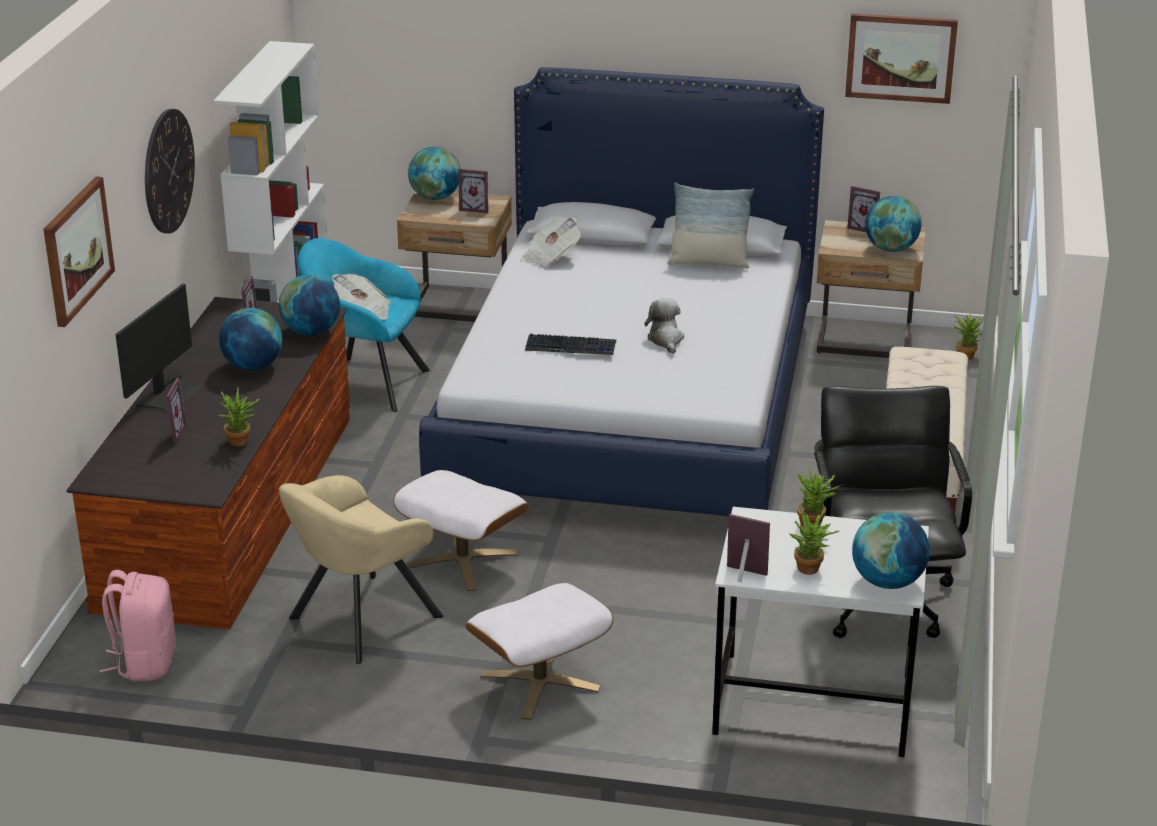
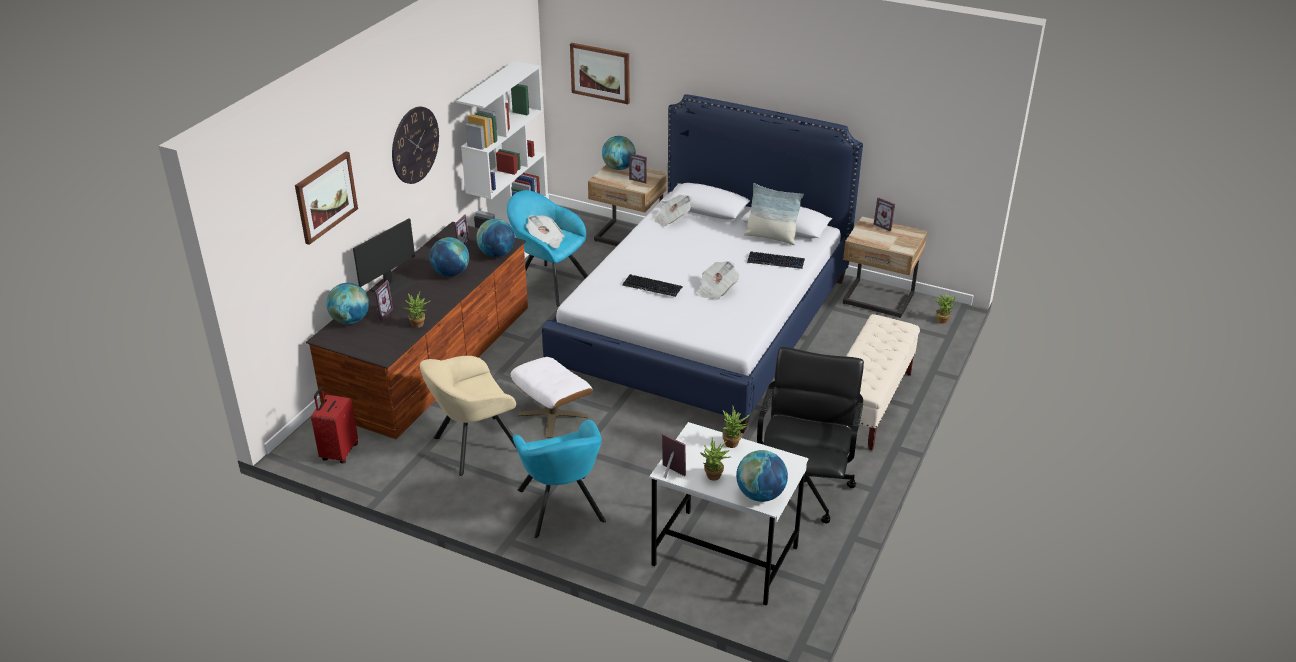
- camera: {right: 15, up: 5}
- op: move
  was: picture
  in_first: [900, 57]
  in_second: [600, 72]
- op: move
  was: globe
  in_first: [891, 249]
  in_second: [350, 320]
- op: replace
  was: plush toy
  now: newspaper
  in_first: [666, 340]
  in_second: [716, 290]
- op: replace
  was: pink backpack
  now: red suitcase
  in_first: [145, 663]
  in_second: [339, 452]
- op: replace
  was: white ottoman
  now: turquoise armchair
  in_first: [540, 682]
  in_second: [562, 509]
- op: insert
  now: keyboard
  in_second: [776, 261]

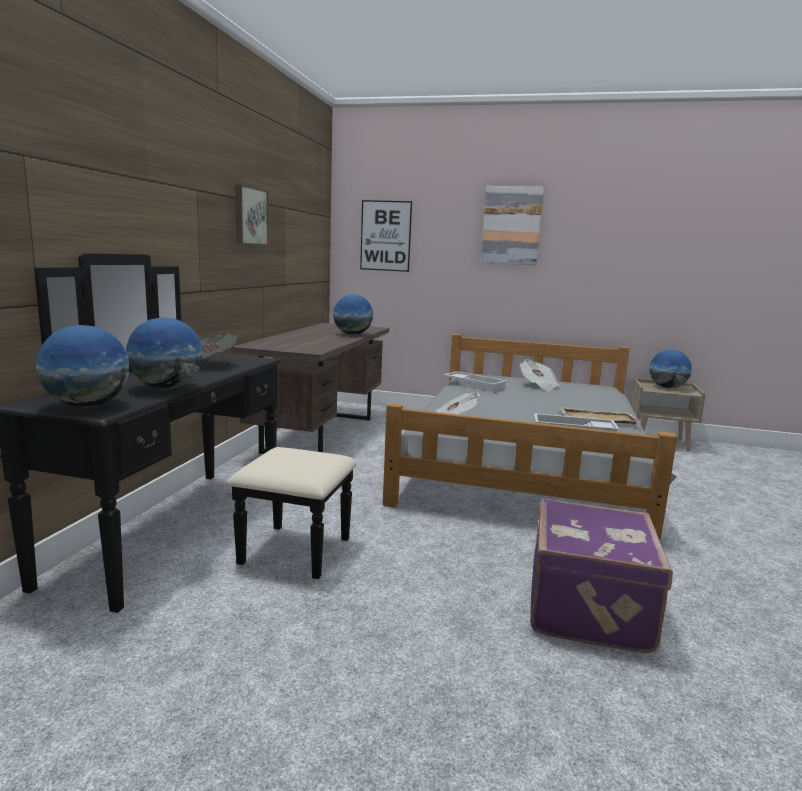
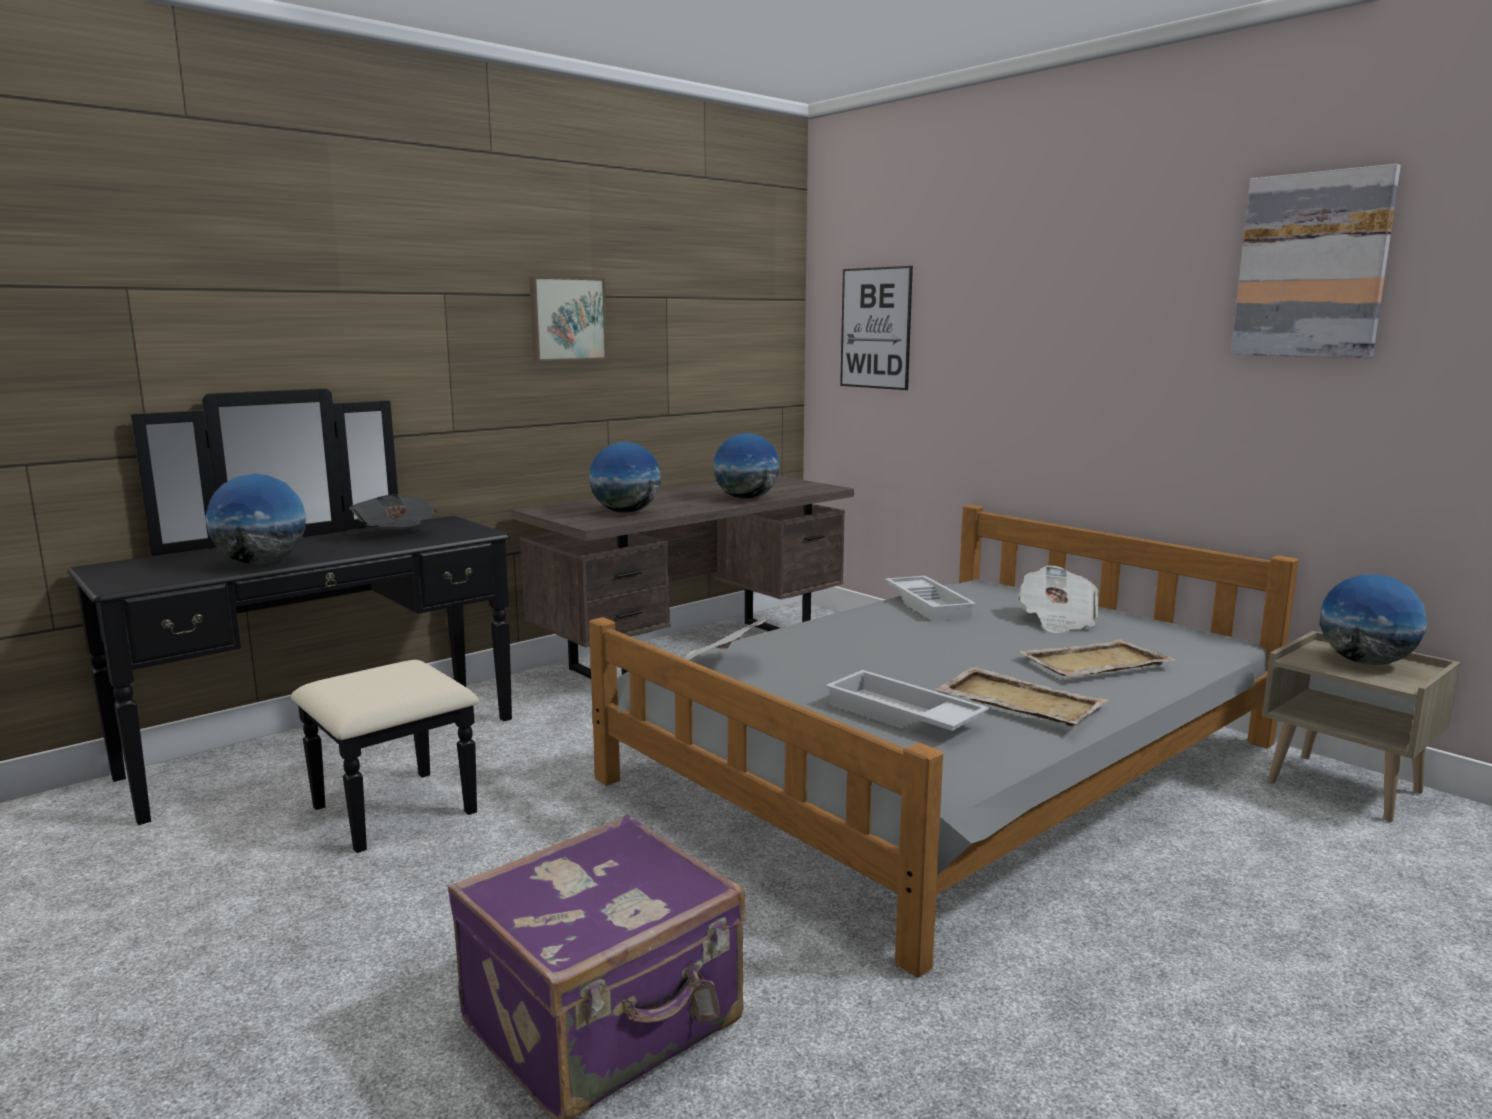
- camera: {right: 35, up: 0}
- op: move
  was: picture
  in_first: [511, 226]
  in_second: [1312, 266]
- op: move
  was: globe
  in_first: [88, 406]
  in_second: [626, 512]
- op: insert
  now: beige tray
  in_second: [1093, 663]

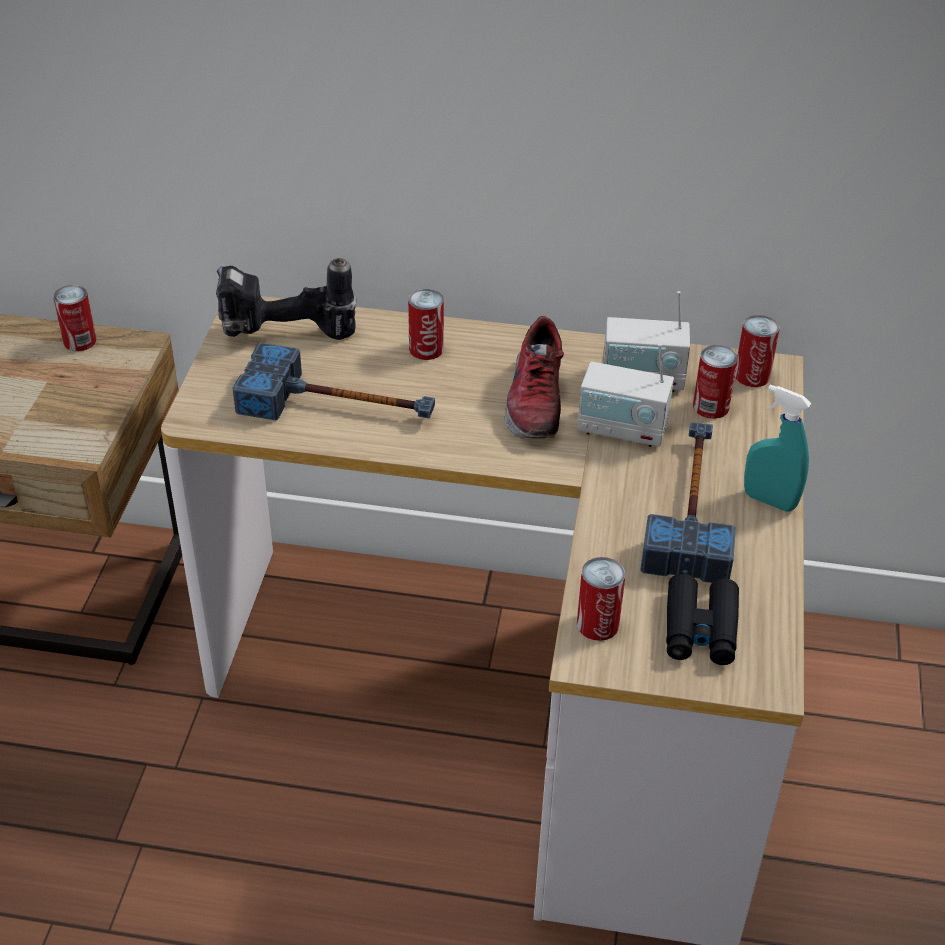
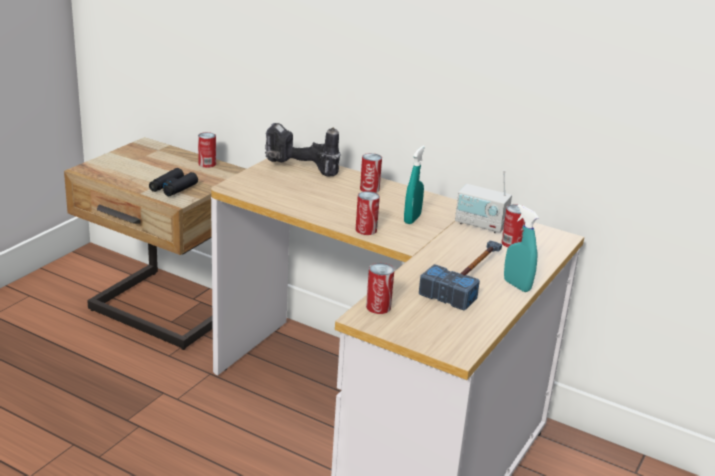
- camera: {right: 20, up: -15}
- op: move
  was: can
  in_first: [752, 376]
  in_second: [366, 230]
- op: replace
  was: shoe
  now: turquoise spray bottle
  in_first: [533, 400]
  in_second: [412, 219]
- op: delete
  was: hammer
  in_first: [339, 406]
- op: delete
  was: radio
  in_first: [622, 429]
- op: move
  was: black binoculars
  in_first: [700, 629]
  in_second: [173, 188]

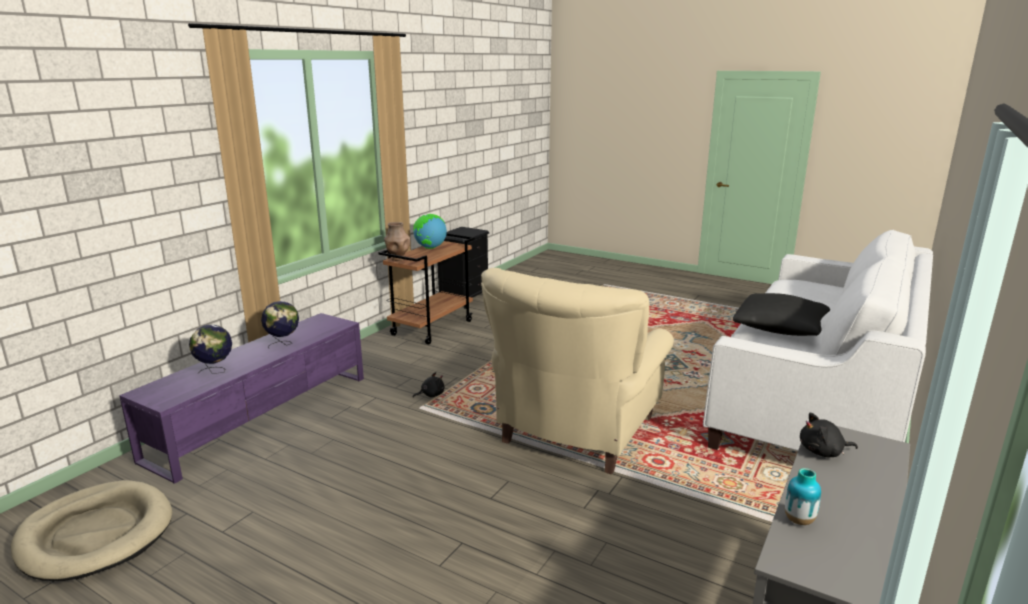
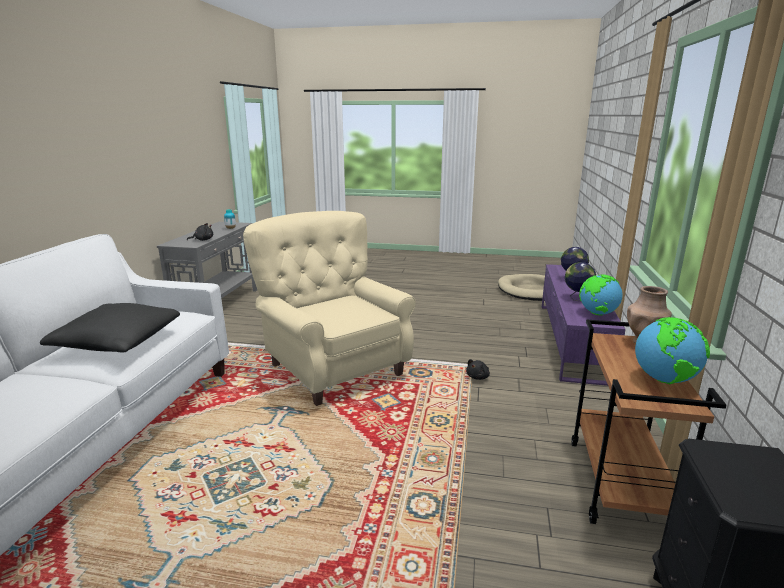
- camera: {right: 160, up: 0}
- op: rotate
  was: beige armchair
  in_first: [575, 433]
  in_second: [333, 367]
  clockwise: -45
- op: insert
  now: globe
  in_second: [597, 314]

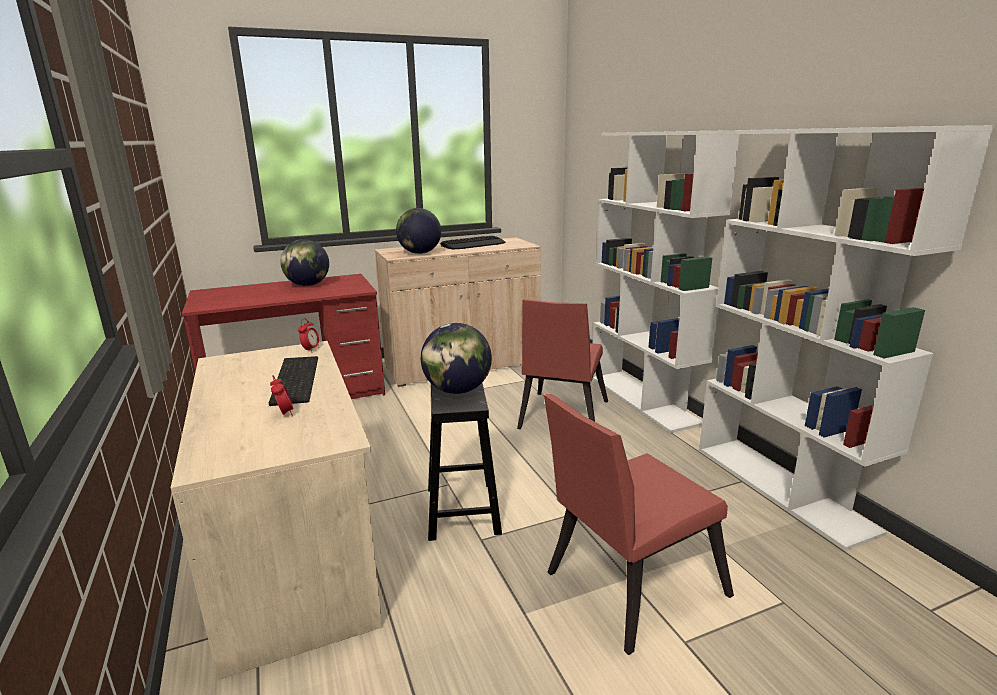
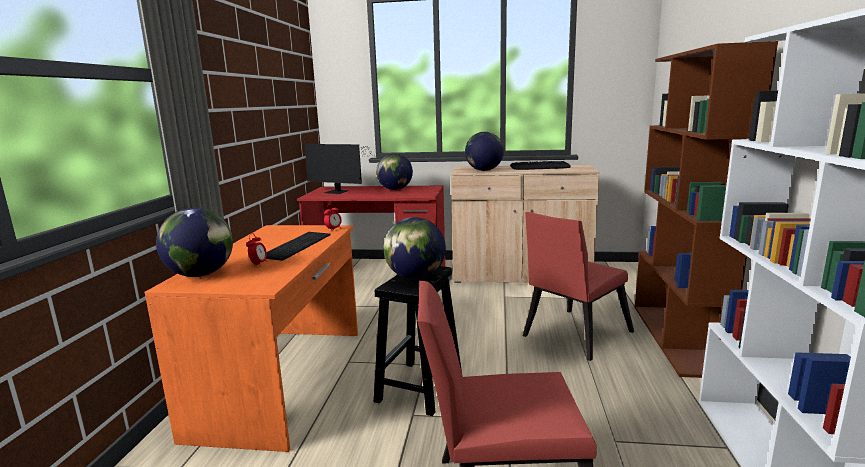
- camera: {right: 30, up: -5}
- op: recolor
  was: white bookcase
  now: brown bookcase
  in_first: [643, 399]
  in_second: [676, 338]
- op: recolor
  was: beige desk
  now: orange desk
  in_first: [295, 551]
  in_second: [285, 379]
- op: insert
  now: monitor
  in_second: [338, 192]
- op: insert
  now: globe
  in_second: [201, 274]

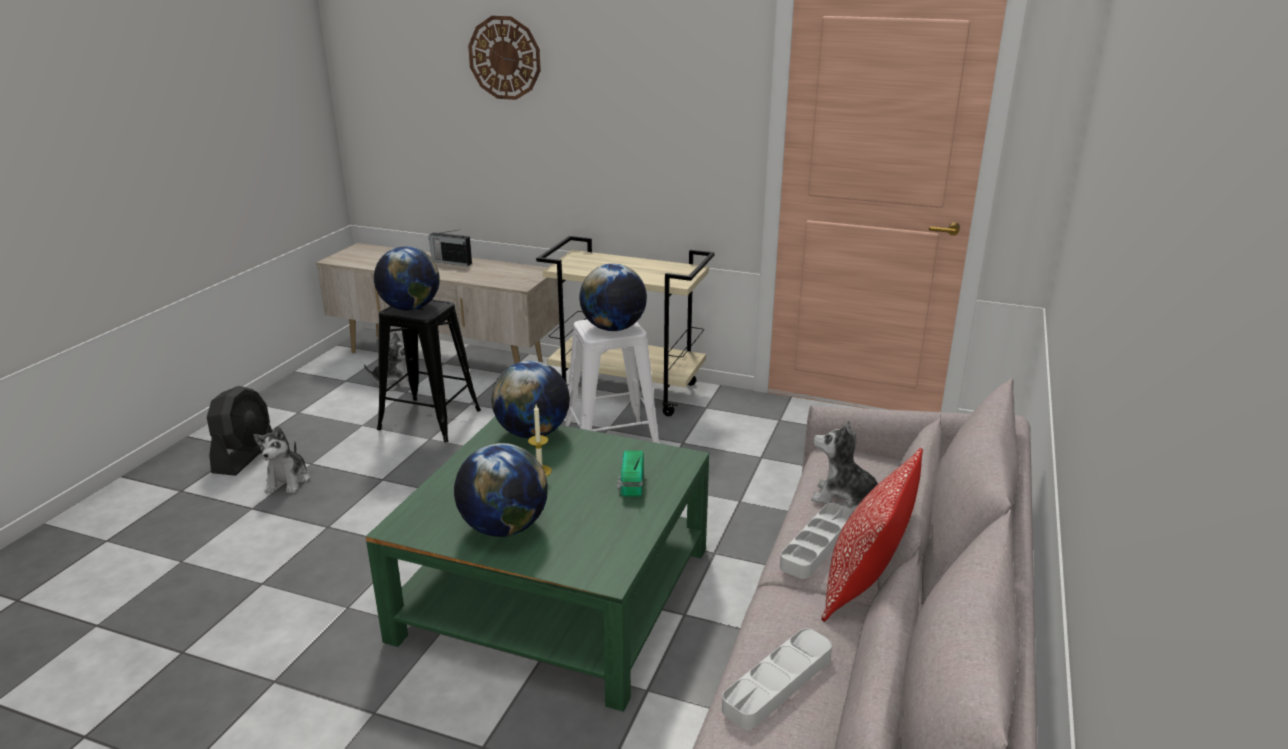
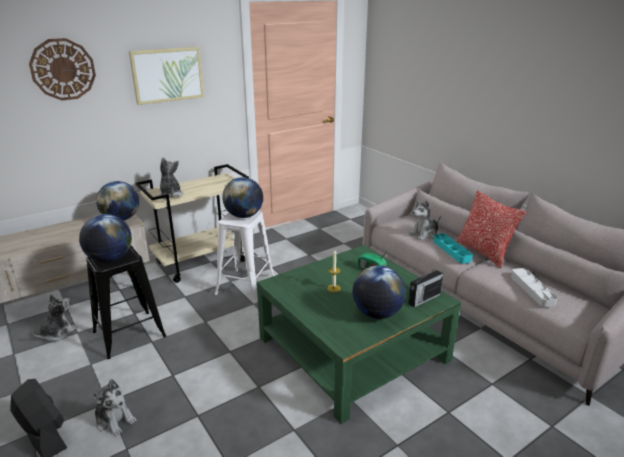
- camera: {right: -55, up: 0}
- op: move
  was: radio
  in_first: [451, 262]
  in_second: [423, 299]
- op: move
  was: globe
  in_first: [533, 433]
  in_second: [121, 219]
- op: recolor
  was: grey tray
  now: turquoise tray
  in_first: [817, 545]
  in_second: [451, 250]
- op: insert
  now: picture
  in_second: [167, 75]
- op: insert
  now: plush toy
  in_second: [170, 195]

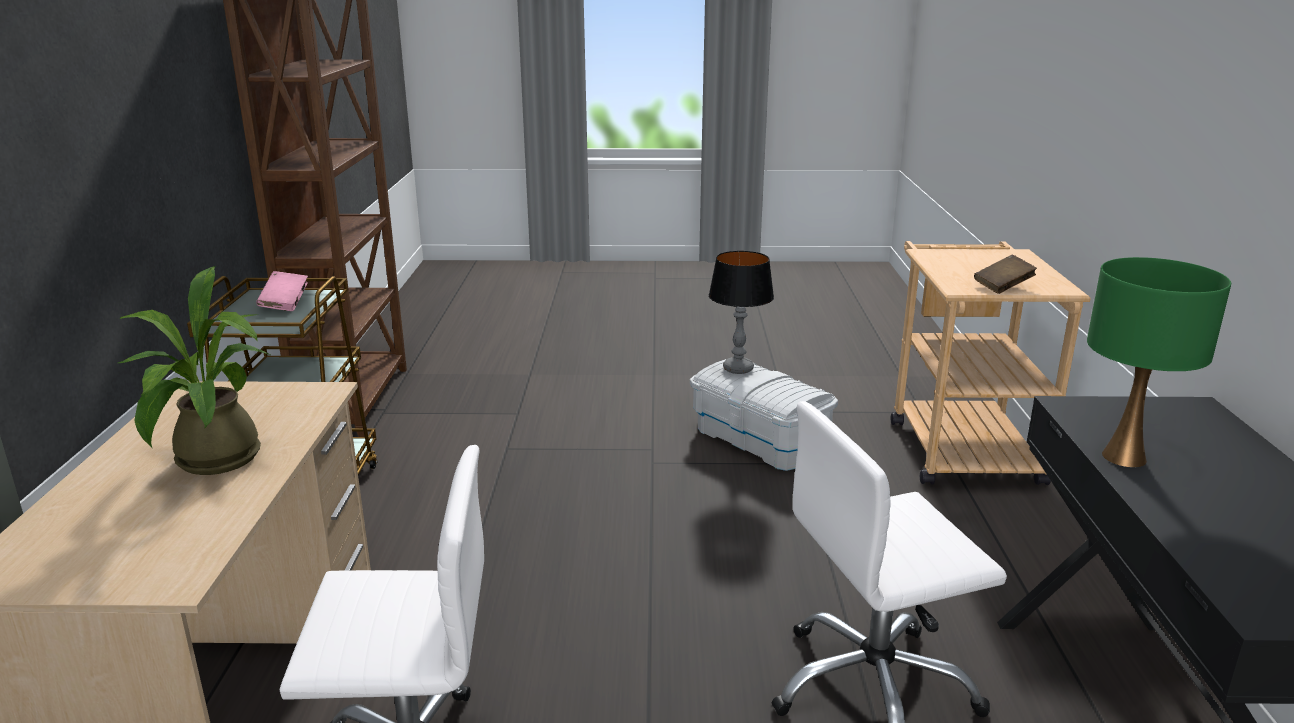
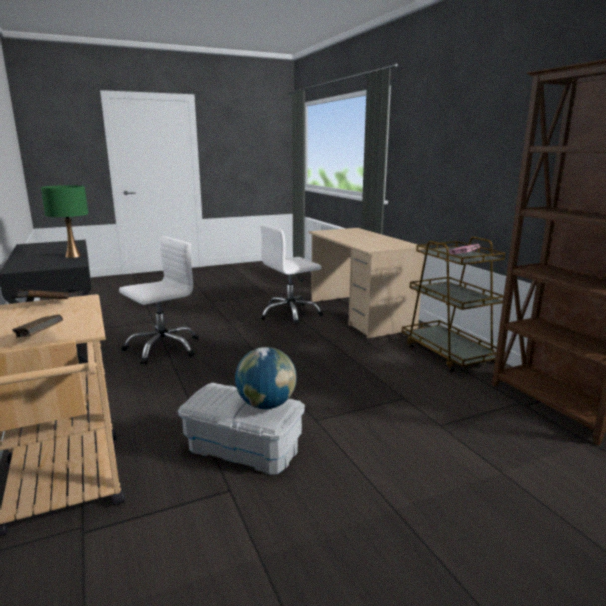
- camera: {right: 155, up: -5}
- op: replace
  was: table lamp
  now: globe
  in_first: [737, 368]
  in_second: [266, 405]
- op: delete
  was: potted plant
  in_first: [211, 463]
- op: insert
  now: brown book
  in_second: [39, 338]

